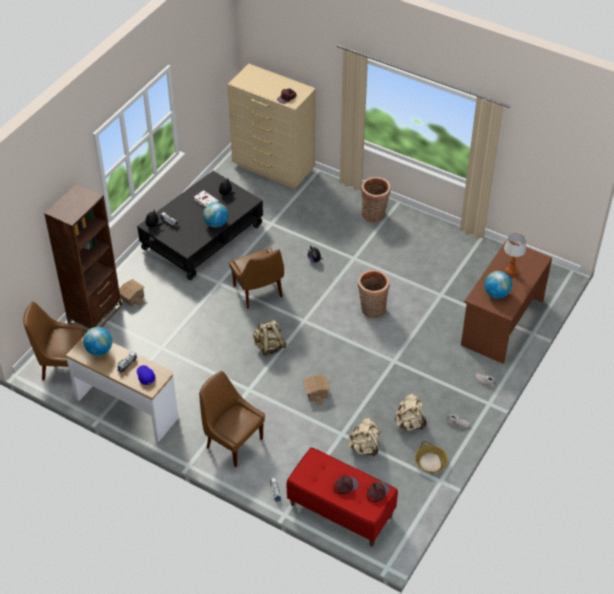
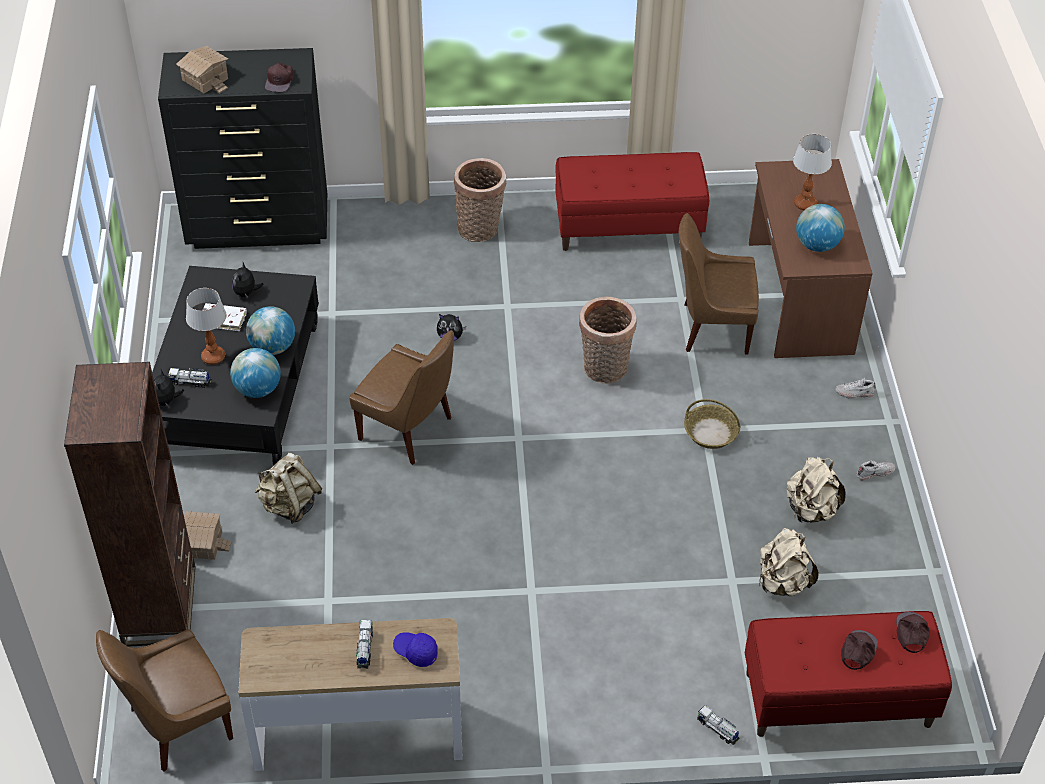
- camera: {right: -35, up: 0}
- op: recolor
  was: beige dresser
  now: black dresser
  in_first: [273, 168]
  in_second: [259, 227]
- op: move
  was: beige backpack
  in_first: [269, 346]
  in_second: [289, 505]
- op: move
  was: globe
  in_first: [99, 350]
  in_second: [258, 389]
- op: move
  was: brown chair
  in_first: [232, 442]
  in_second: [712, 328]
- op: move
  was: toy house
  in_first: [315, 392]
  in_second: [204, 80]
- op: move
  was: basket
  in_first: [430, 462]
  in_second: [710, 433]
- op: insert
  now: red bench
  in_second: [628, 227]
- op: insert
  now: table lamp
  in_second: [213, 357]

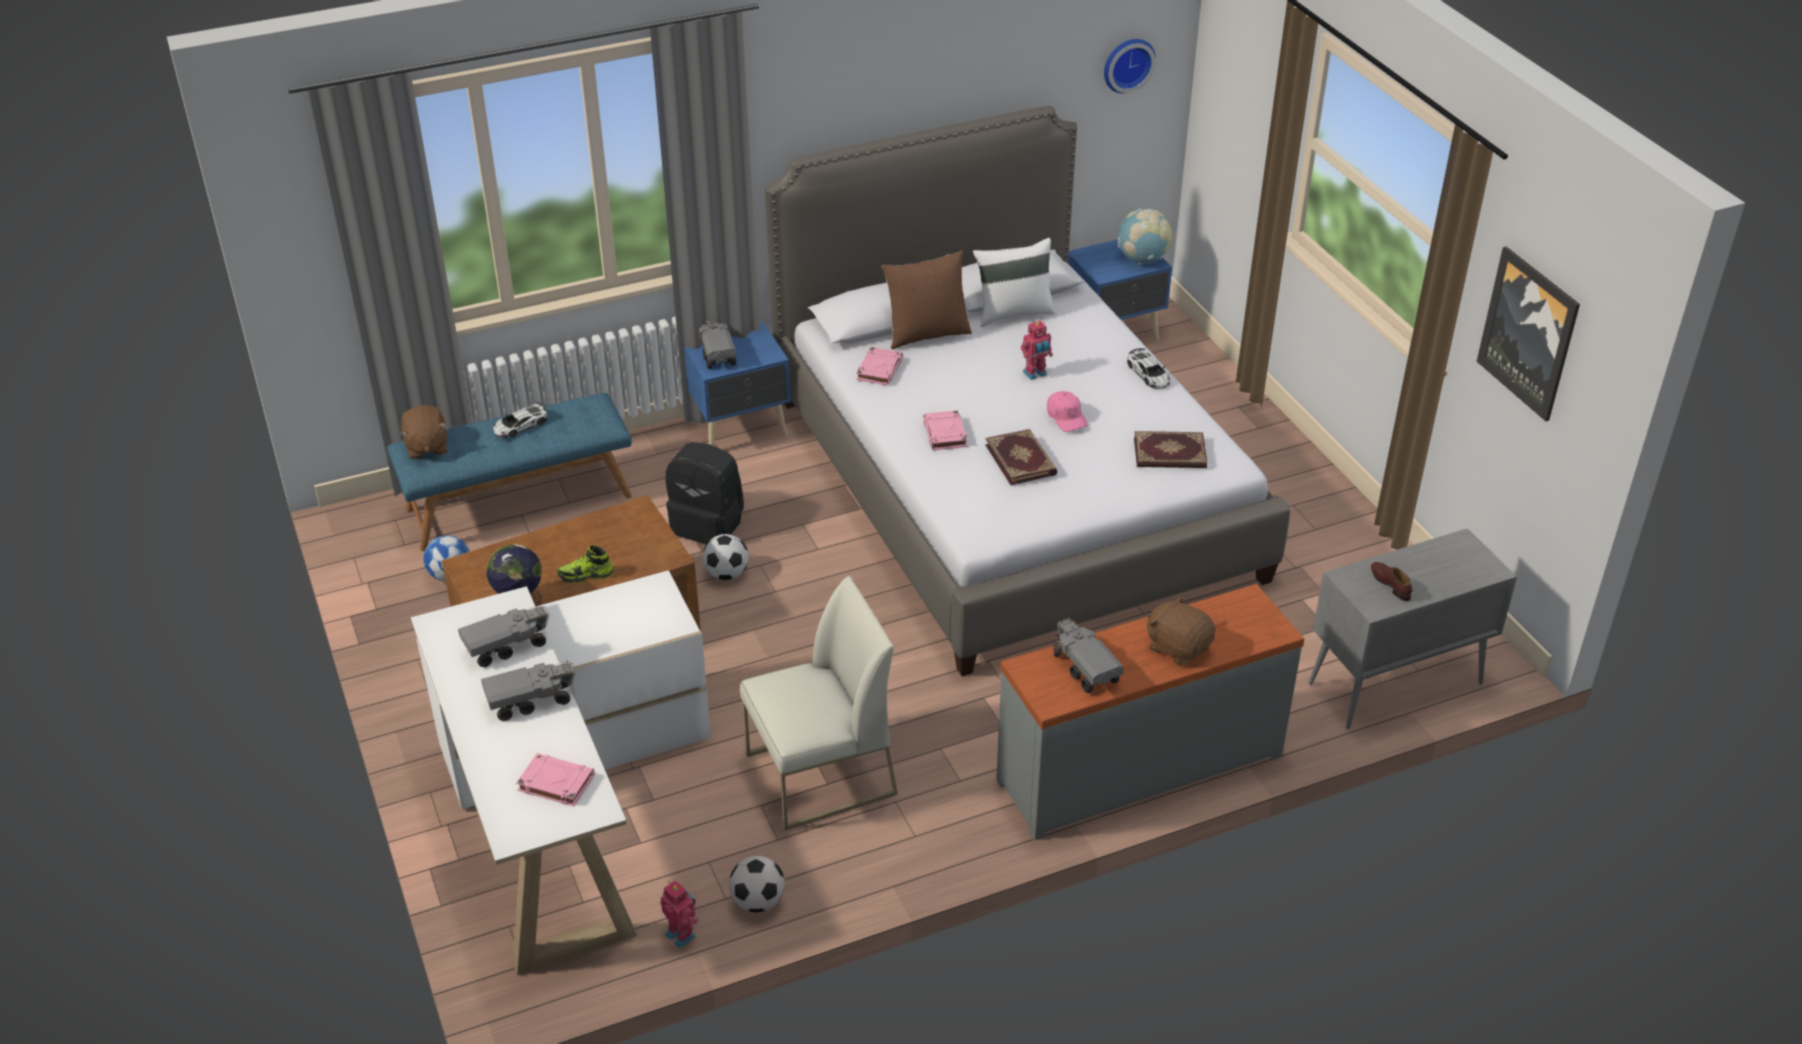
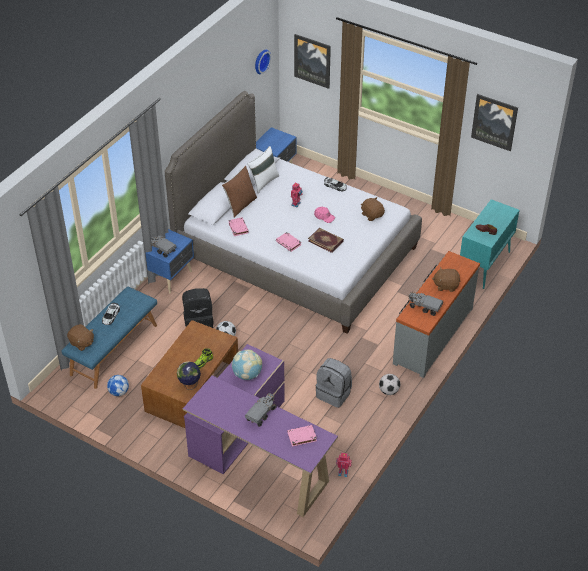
- camera: {right: -35, up: 5}
- op: move
  was: globe
  in_first: [1142, 259]
  in_second: [247, 375]
- op: replace
  was: book
  now: brown plush toy
  in_first: [1169, 454]
  in_second: [372, 215]
- op: recolor
  was: grey cabinet
  now: turquoise cabinet
  in_first: [1393, 684]
  in_second: [484, 266]
- op: recolor
  was: white desk
  now: purple desk
  in_first: [563, 807]
  in_second: [257, 453]
- op: replace
  was: white chair
  now: grey backpack
  in_first: [820, 775]
  in_second: [334, 394]
- op: delete
  was: toy truck
  in_first: [507, 646]
- op: move
  was: football
  in_first: [758, 901]
  in_second: [389, 391]
- op: insert
  now: picture
  in_second: [312, 60]

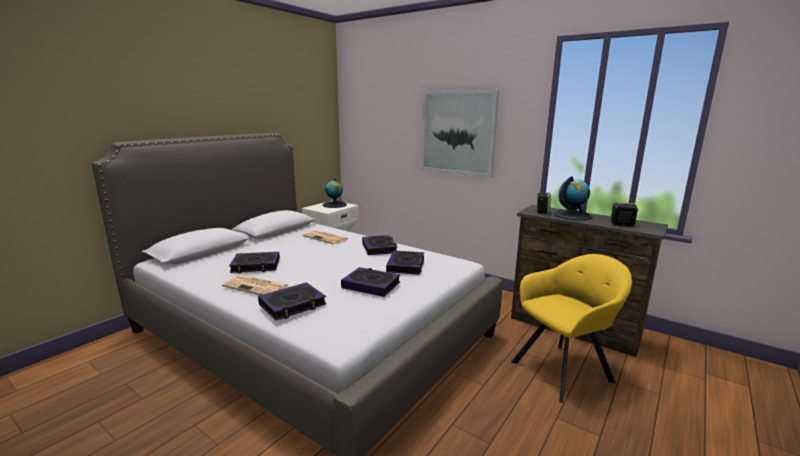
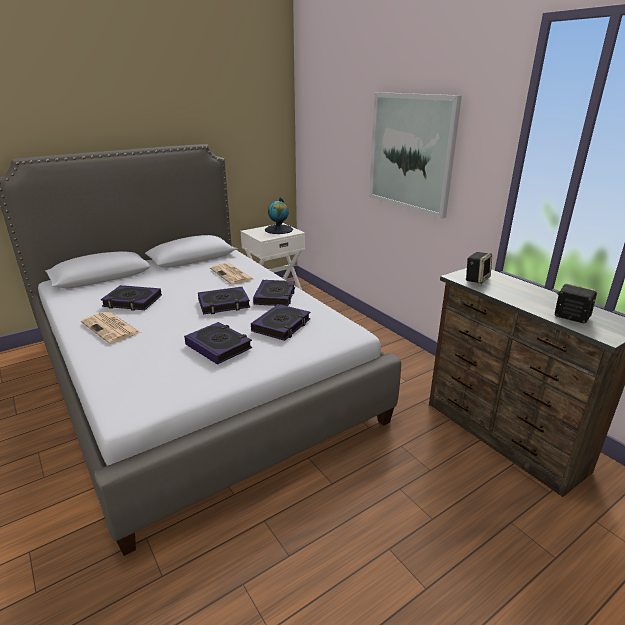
- camera: {right: 20, up: 10}
- op: delete
  was: globe
  in_first: [572, 215]
- op: delete
  was: yellow armchair
  in_first: [565, 370]
- op: move
  was: book
  in_first: [292, 305]
  in_second: [224, 304]

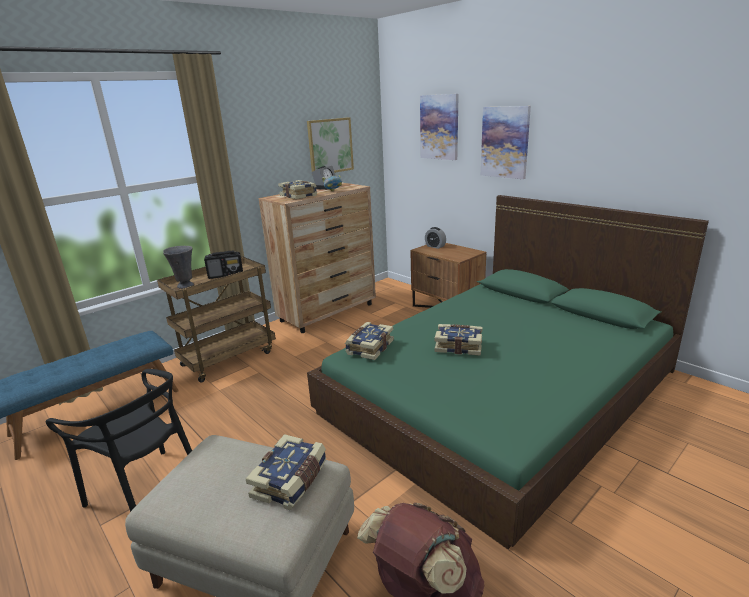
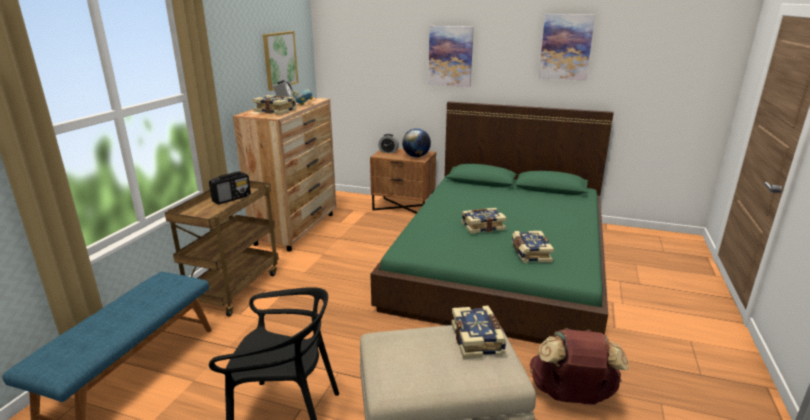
- camera: {right: -30, up: 0}
- op: move
  was: picture
  in_first: [439, 127]
  in_second: [566, 47]
- op: delete
  was: grey vase
  in_first: [185, 286]
- op: move
  was: book
  in_first: [369, 347]
  in_second: [530, 253]
- op: insert
  now: globe
  in_second: [416, 156]

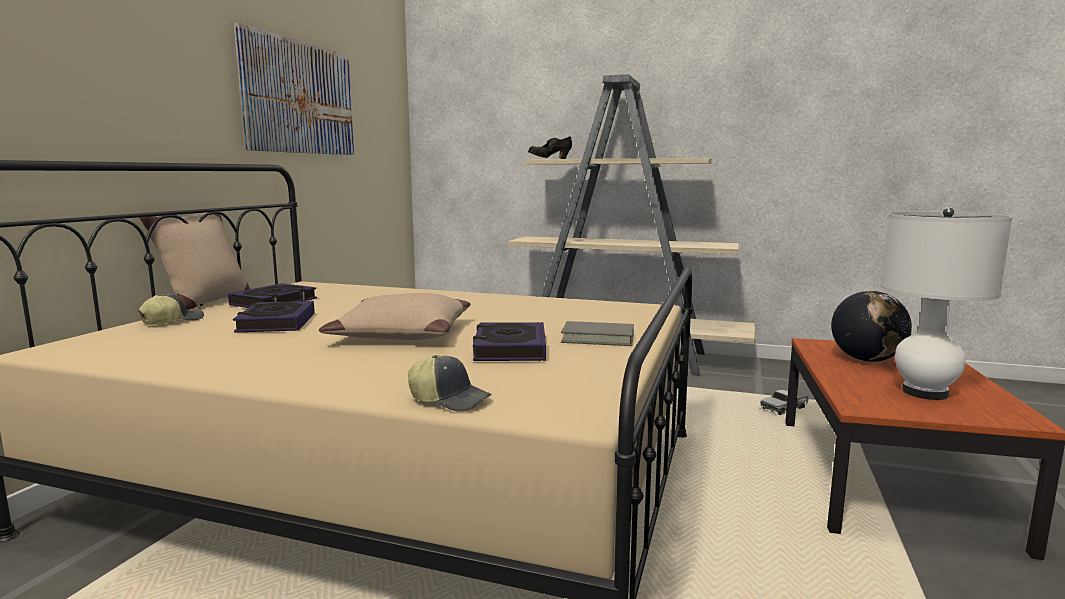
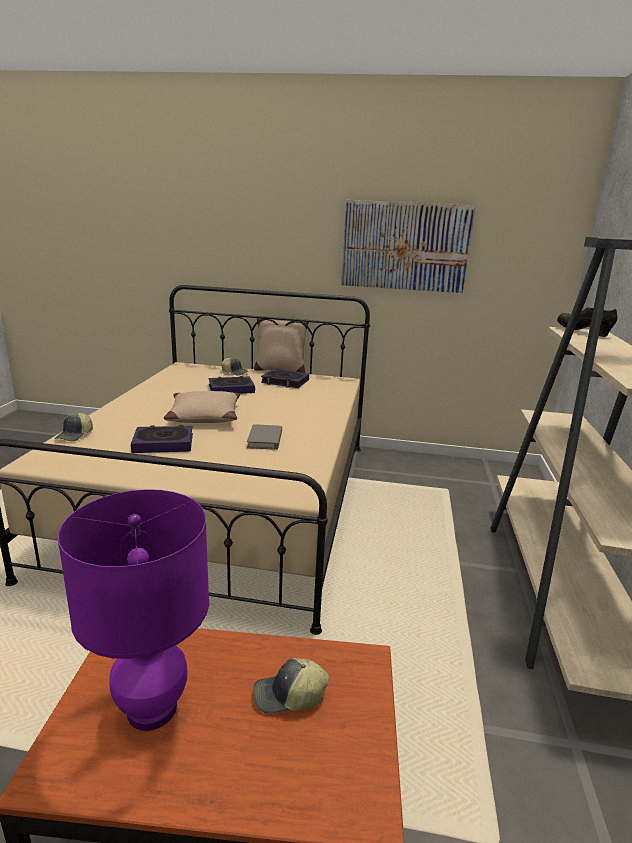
- camera: {right: 80, up: 10}
- op: recolor
  was: white table lamp
  now: purple table lamp
  in_first: [924, 393]
  in_second: [152, 709]
- op: replace
  was: globe
  now: cap
  in_first: [867, 360]
  in_second: [289, 696]
- op: move
  was: grey book
  in_first: [598, 338]
  in_second: [265, 439]
- op: delete
  was: toy truck
  in_first: [785, 409]

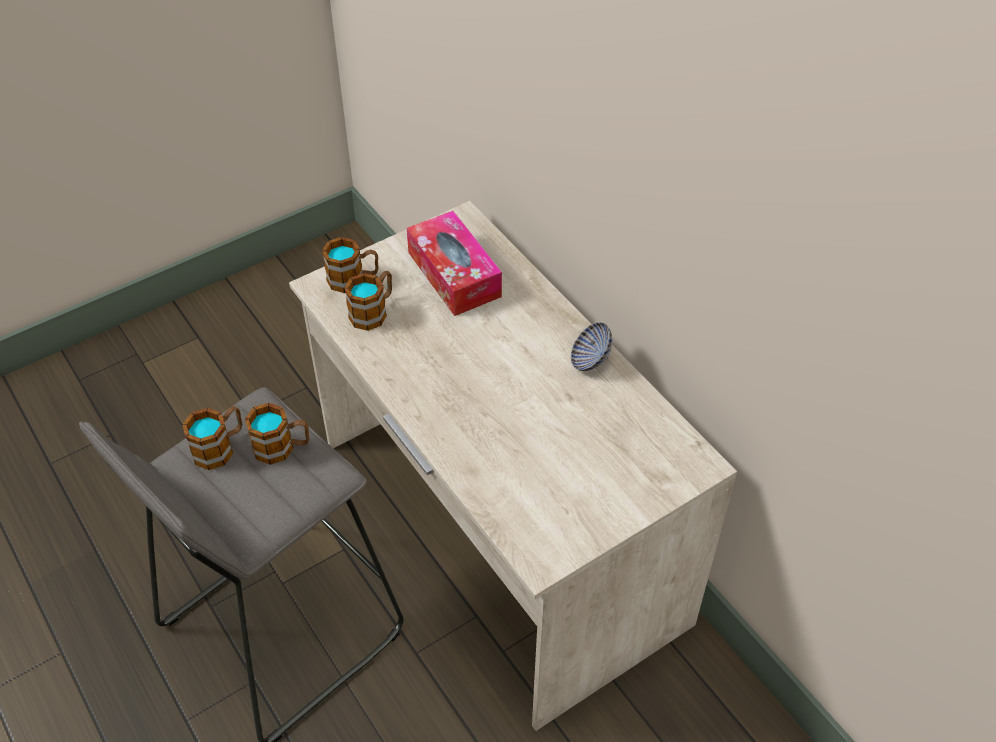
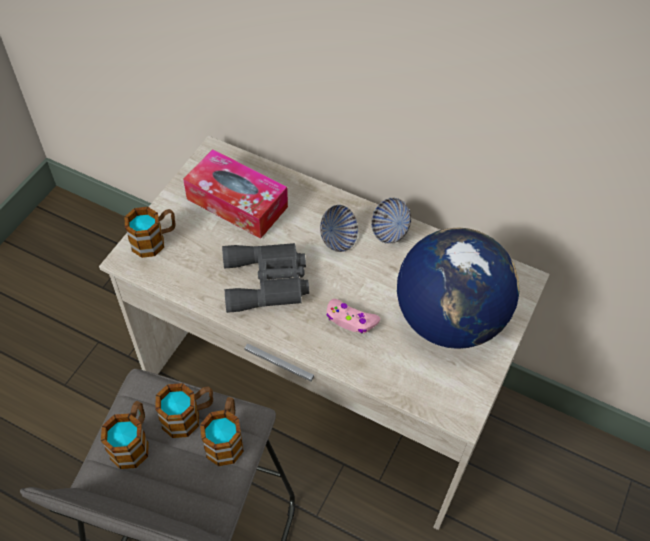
- camera: {right: -30, up: 5}
- op: move
  was: mug
  in_first: [373, 311]
  in_second: [226, 438]
- op: insert
  now: bowl
  in_second: [338, 239]
- op: insert
  now: globe
  in_second: [448, 318]
- op: insert
  now: grey binoculars
  in_second: [268, 282]
- op: insert
  now: pink game controller
  in_second: [351, 320]

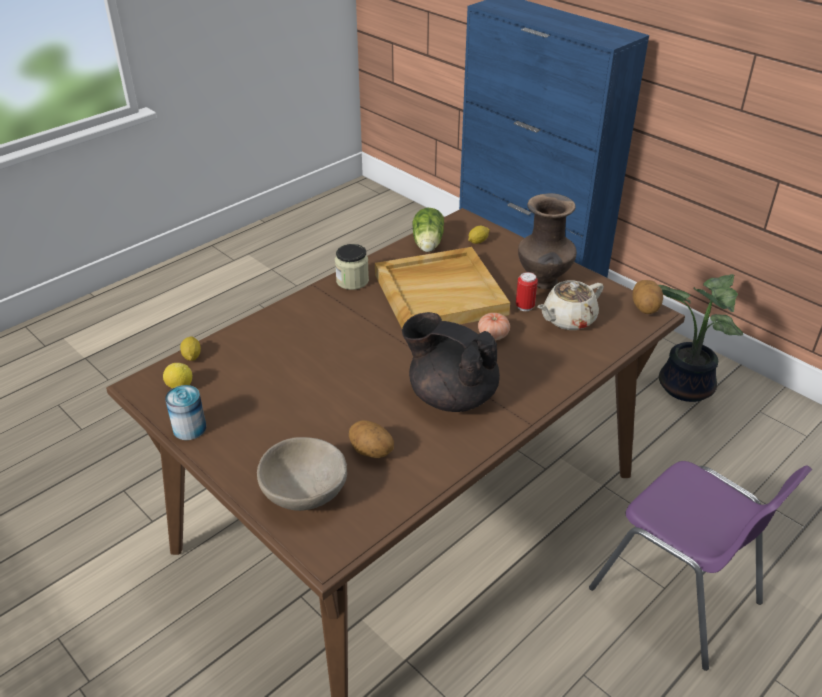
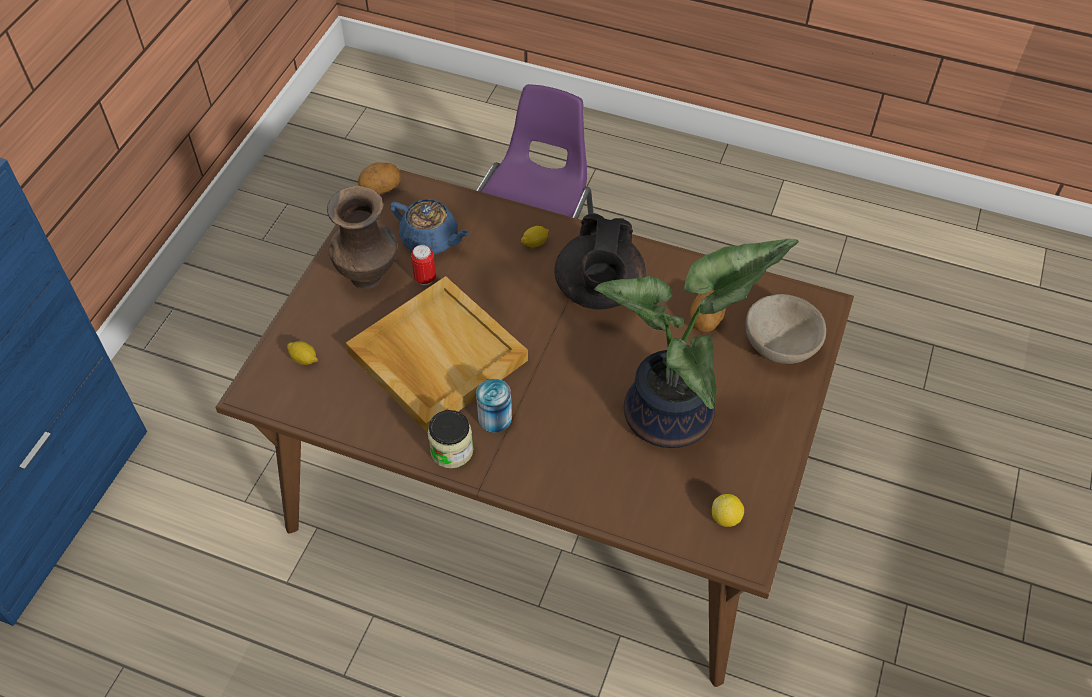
- camera: {right: -115, up: 15}
- op: delete
  was: lettuce
  in_first: [427, 245]
- op: move
  was: potted plant
  in_first: [683, 388]
  in_second: [673, 418]
- op: recolor
  was: beige teapot
  now: blue teapot
  in_first: [568, 319]
  in_second: [431, 240]
- op: delete
  was: tomato
  in_first: [493, 335]
- op: move
  was: lemon
  in_first: [192, 356]
  in_second: [535, 243]
- op: move
  was: can
  in_first: [189, 428]
  in_second: [495, 418]

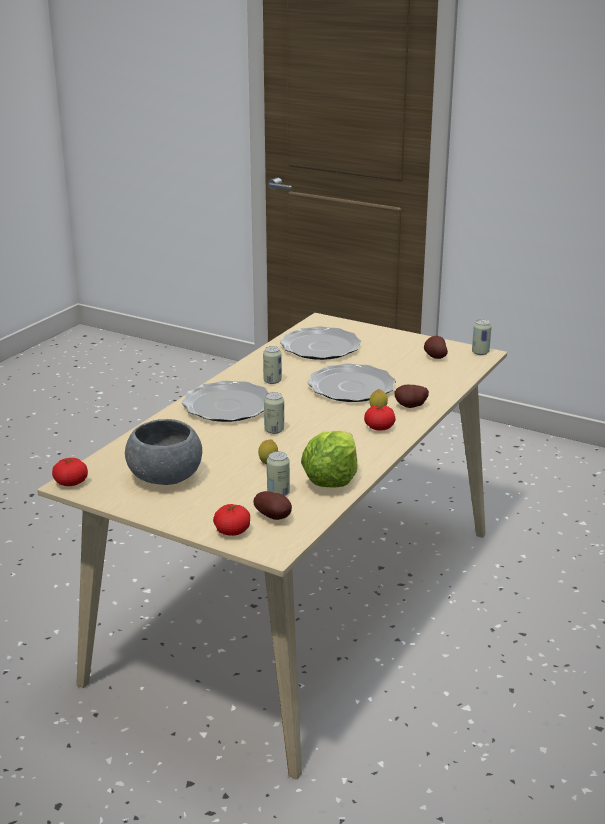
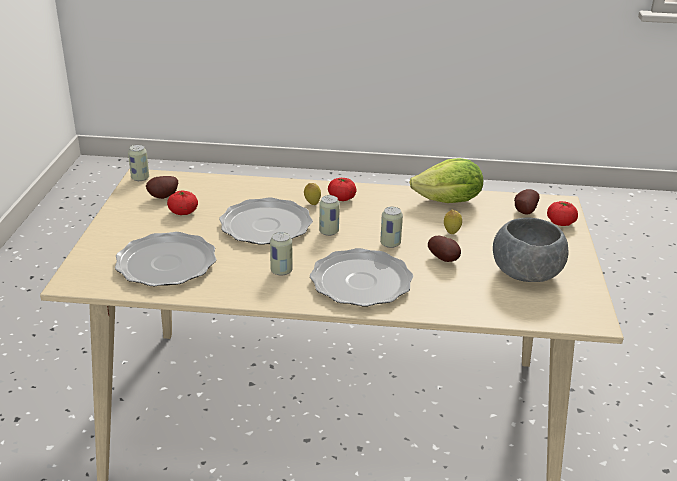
- camera: {right: -115, up: 5}
- op: move
  was: potato
  in_first: [411, 407]
  in_second: [444, 259]
- op: move
  was: can
  in_first: [278, 493]
  in_second: [329, 232]
- op: move
  was: tomato
  in_first: [71, 483]
  in_second: [183, 212]

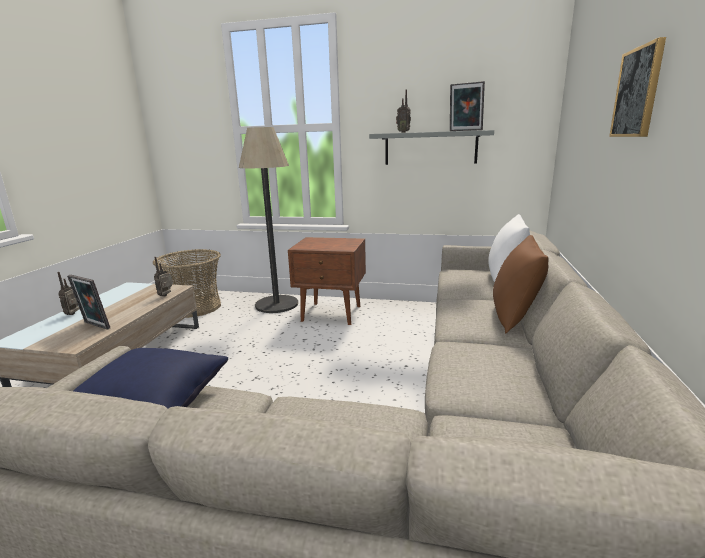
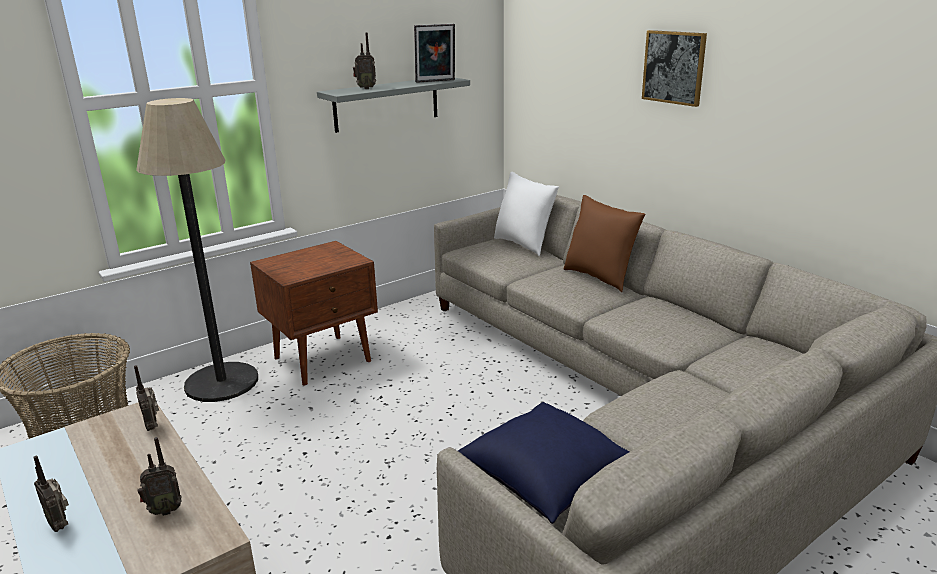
- camera: {right: -50, up: 5}
- op: replace
  was: picture frame
  now: radio
  in_first: [94, 326]
  in_second: [164, 510]

